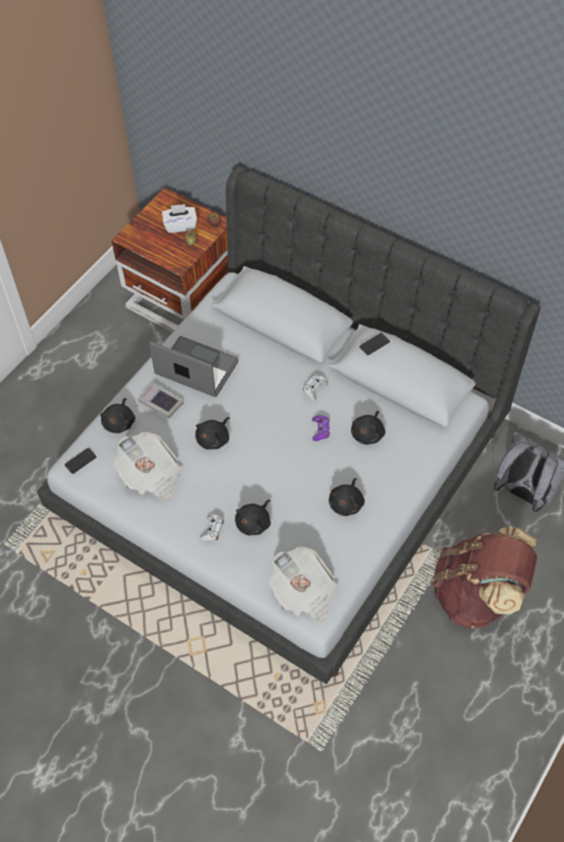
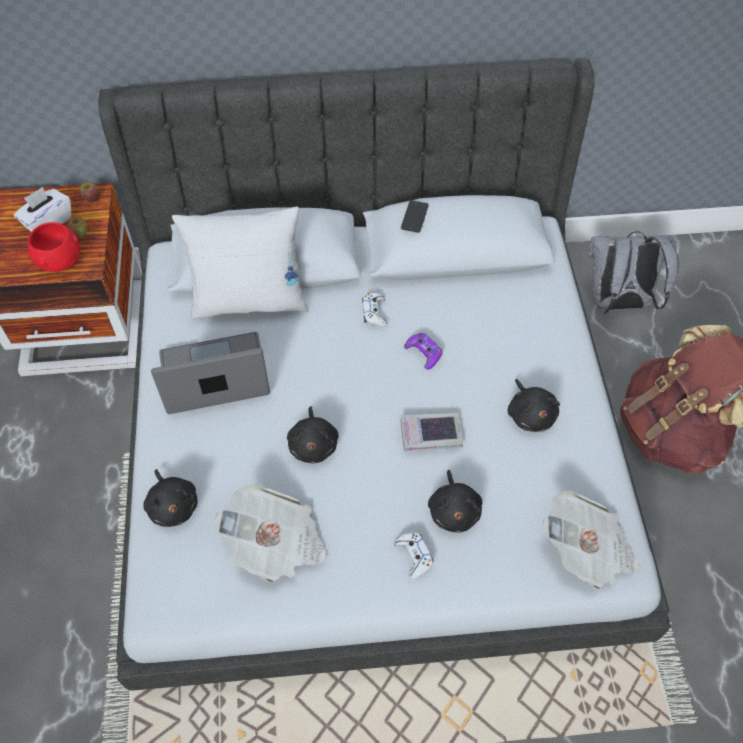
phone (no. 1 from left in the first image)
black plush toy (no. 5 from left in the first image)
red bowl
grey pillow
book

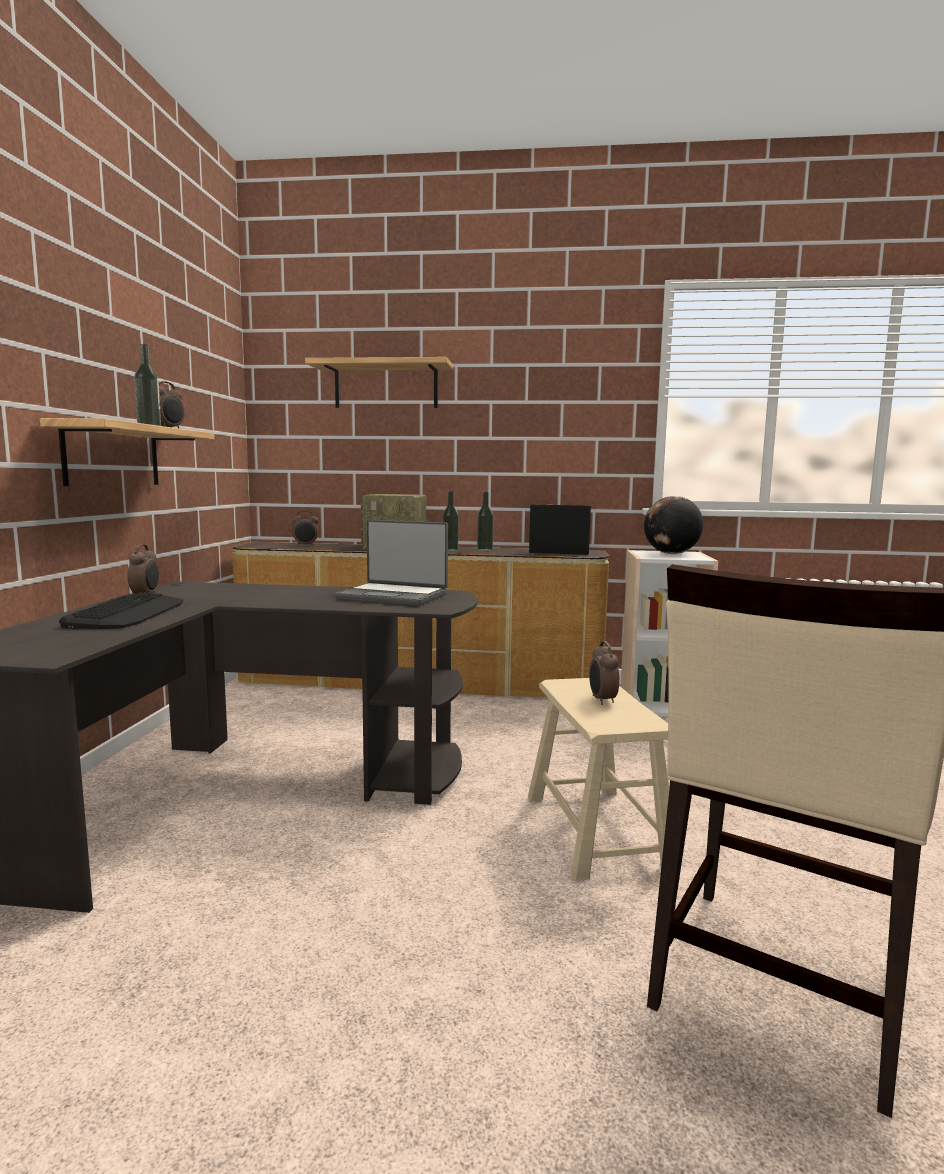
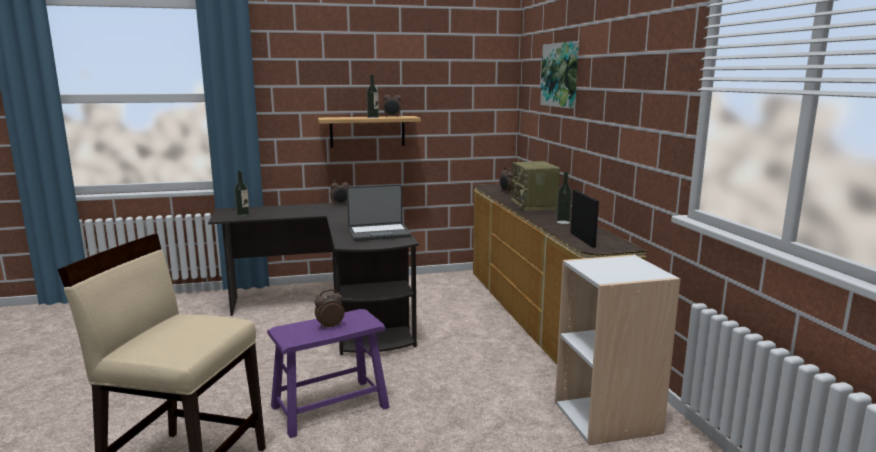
keyboard
globe
bottle (no. 1 from left)
picture
purple stool
laptop

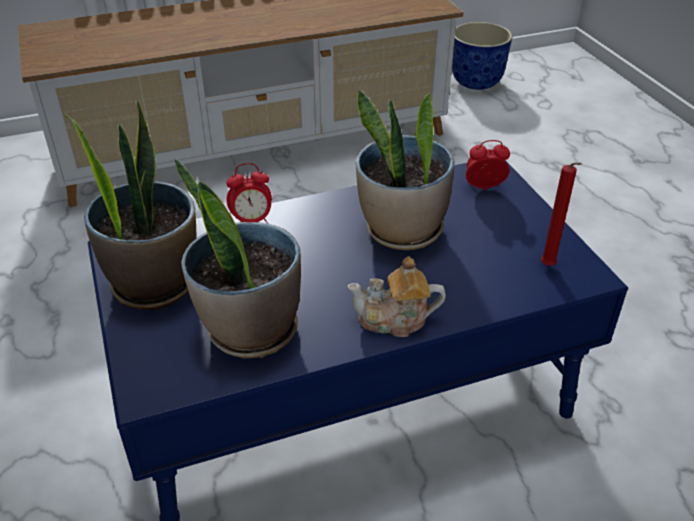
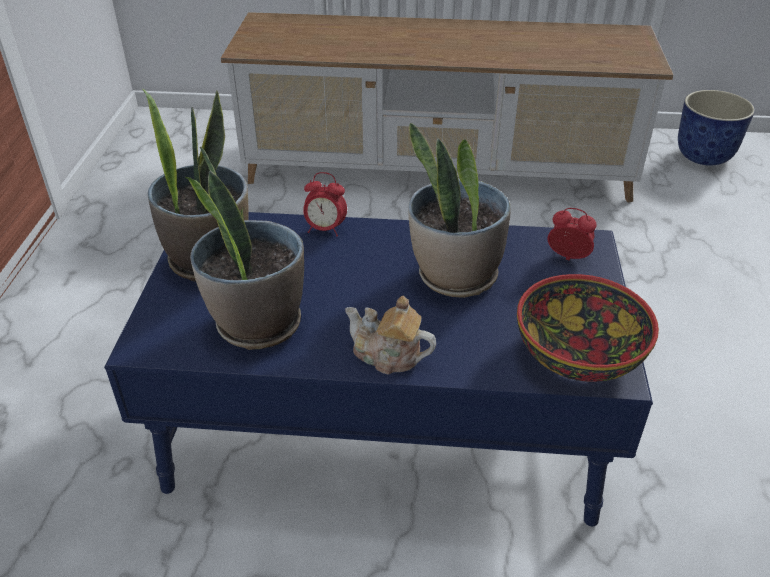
bowl

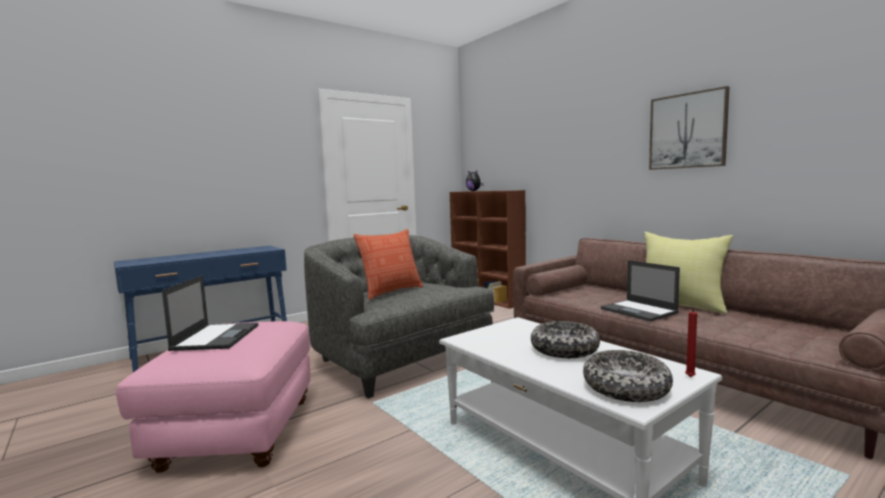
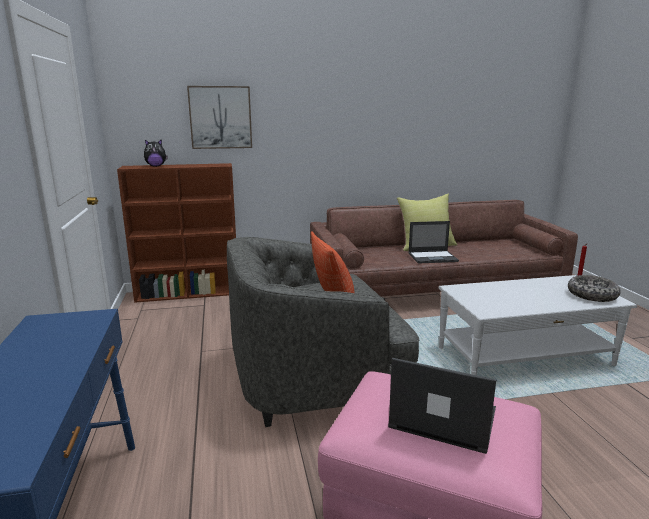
bowl (no. 1 from left in the first image)
picture

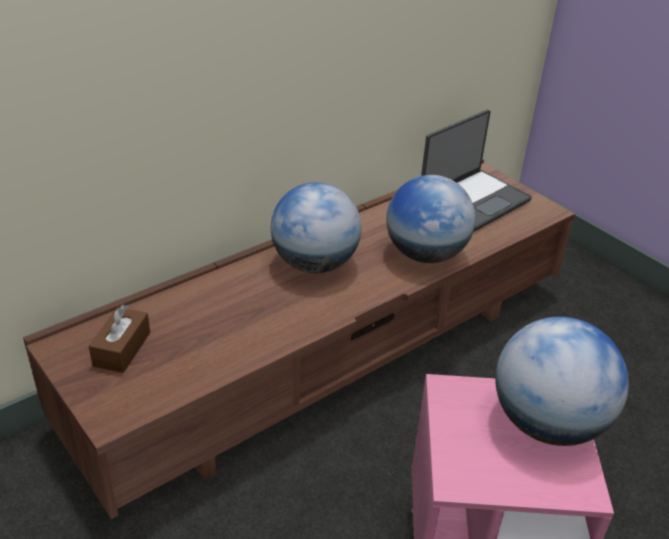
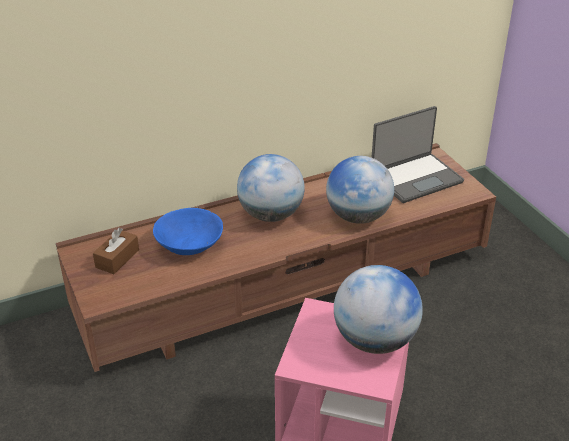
blue bowl

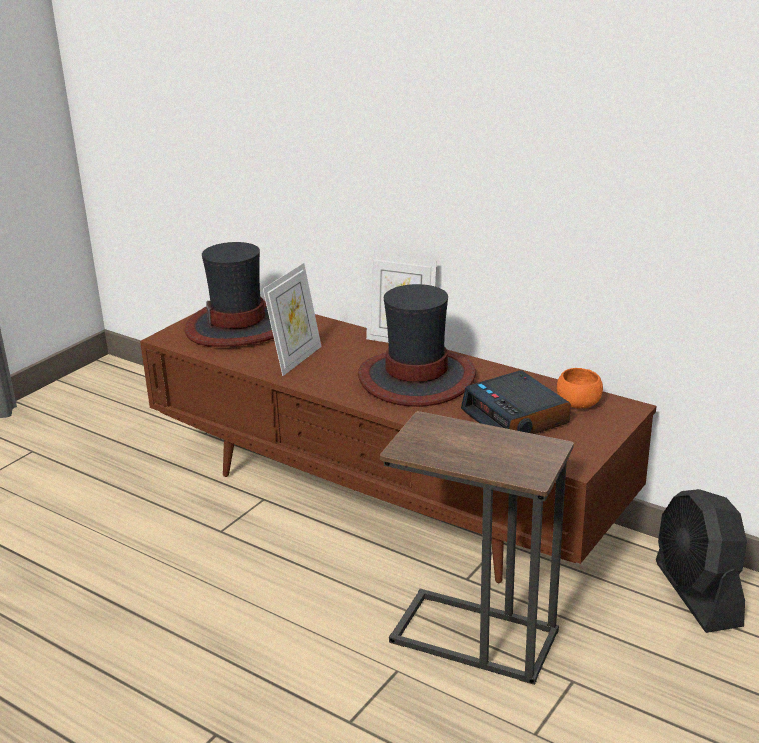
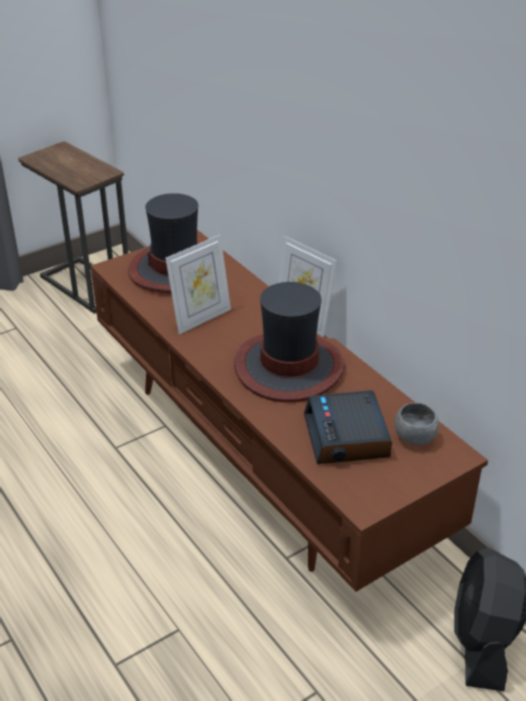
brown side table
grey bowl

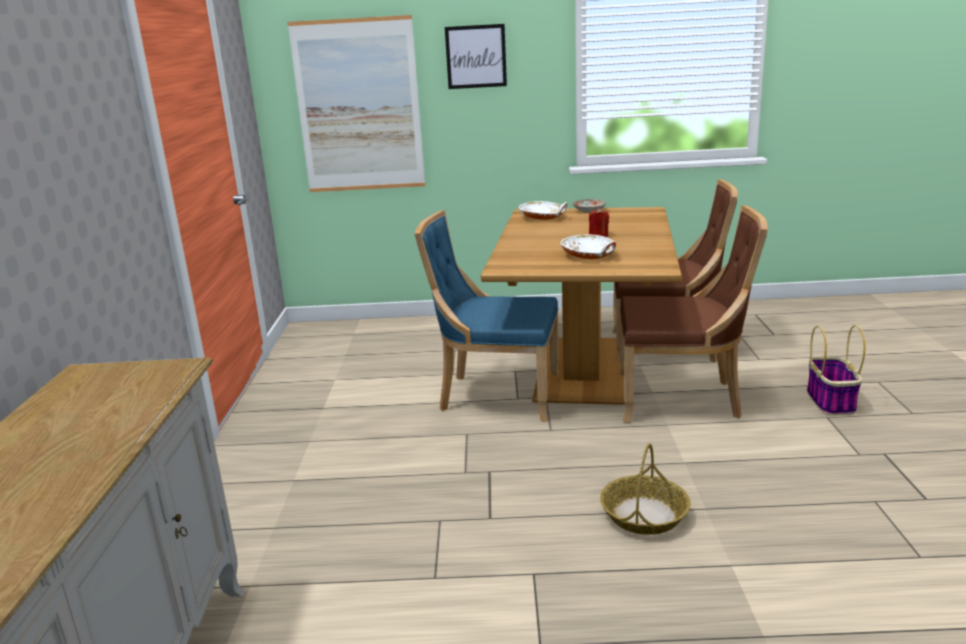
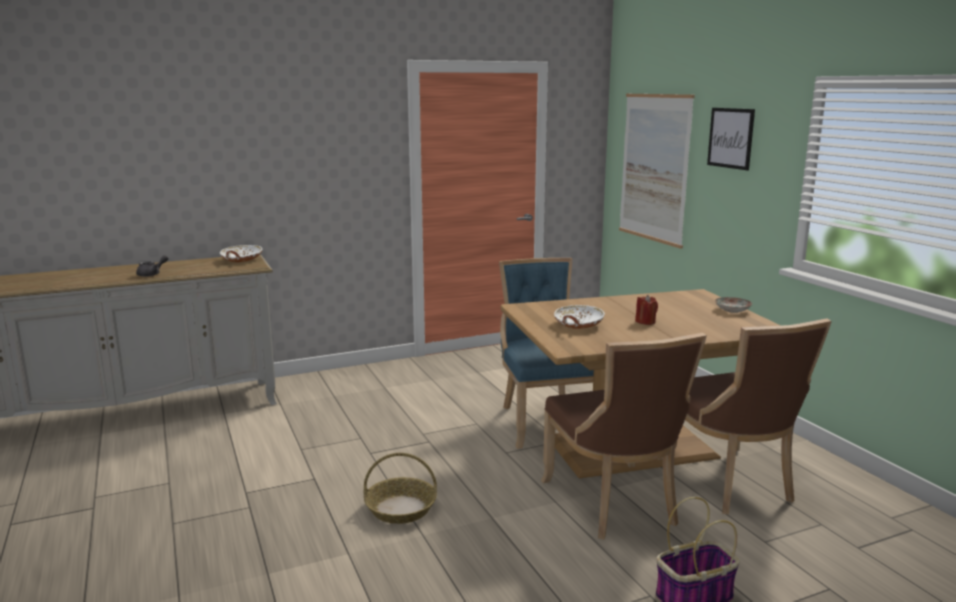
grey teapot
white bowl (no. 1 from left)

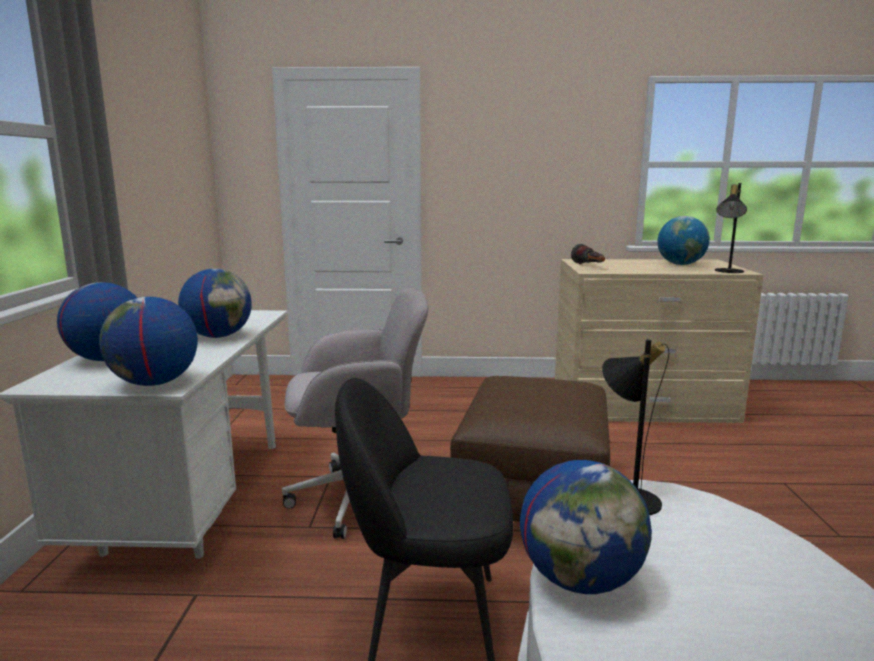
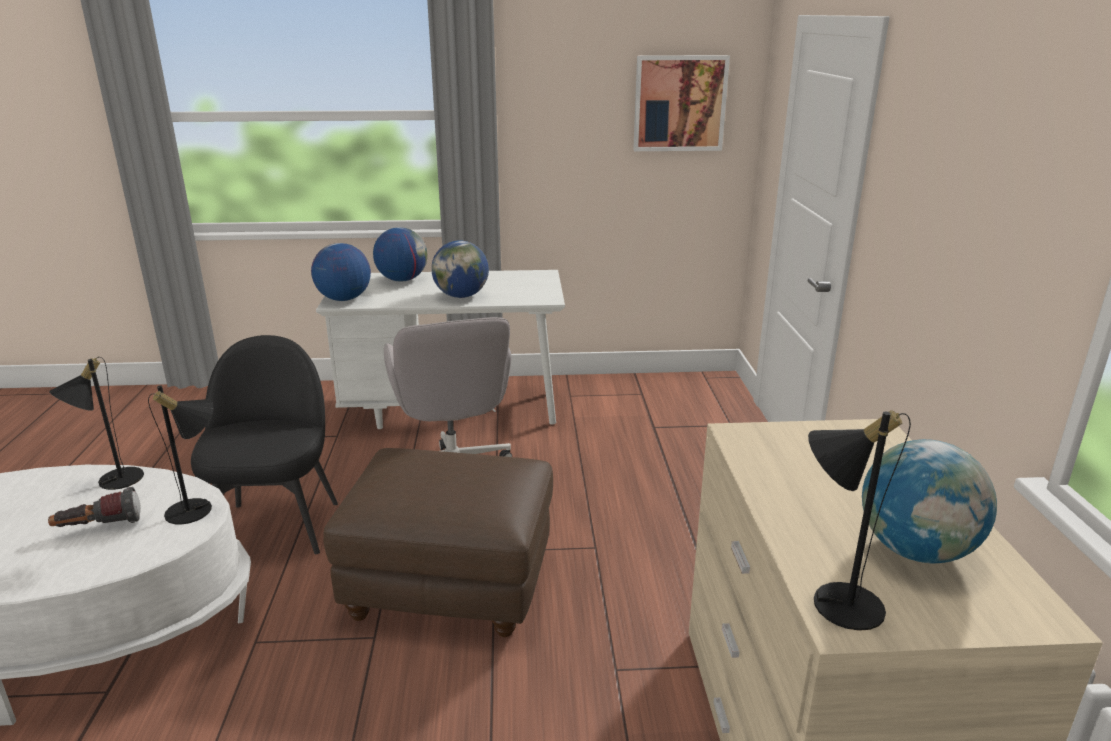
picture
flashlight
black table lamp (no. 1 from left)

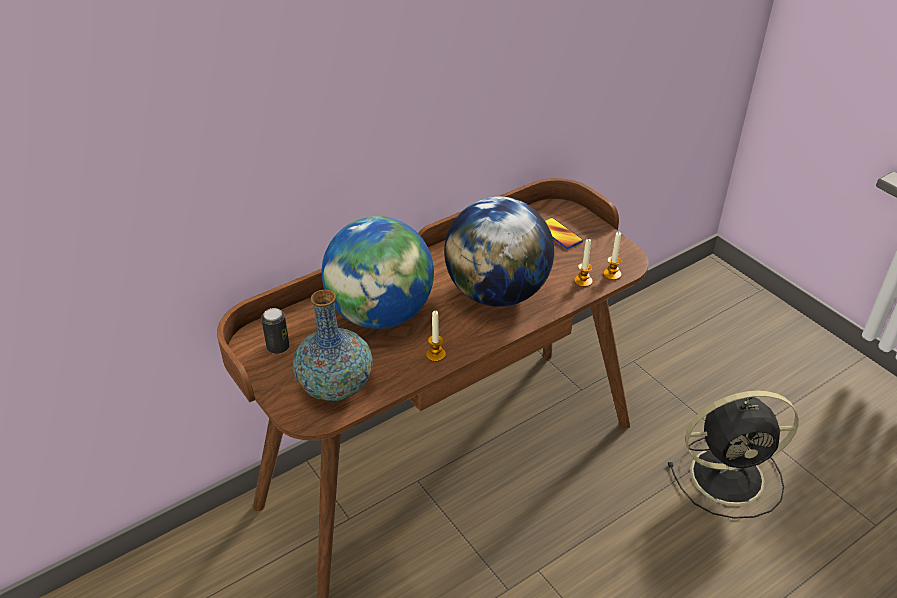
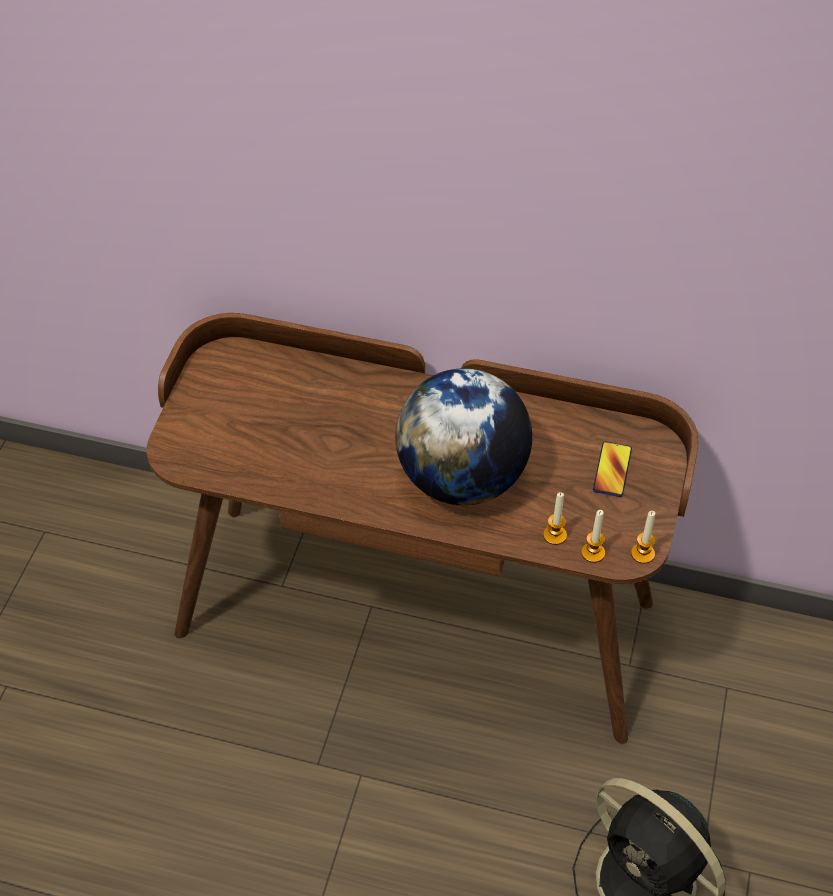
can
vase
globe (no. 1 from left in the first image)
candle (no. 3 from left)

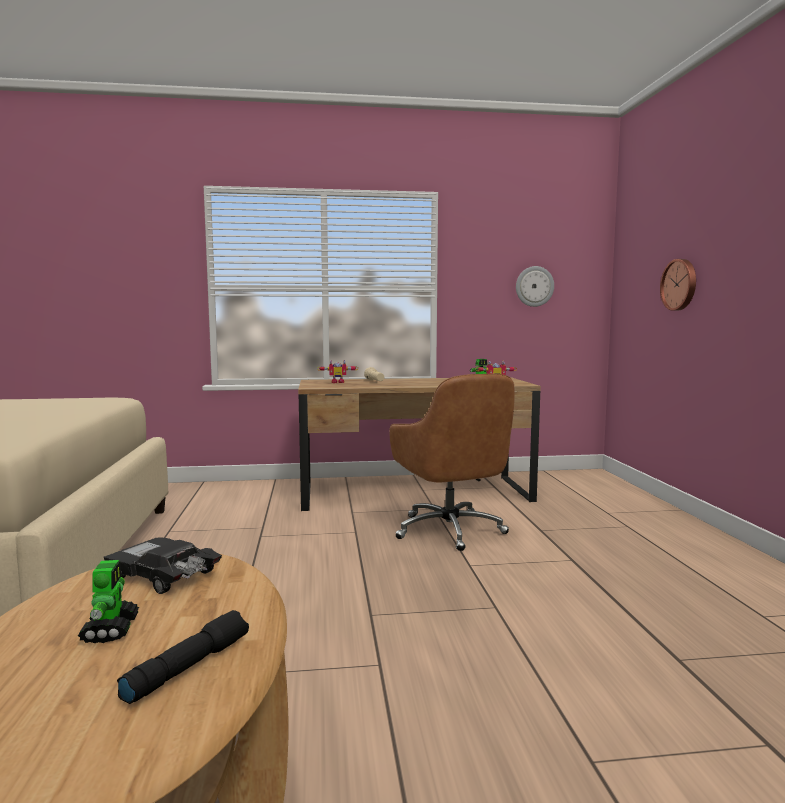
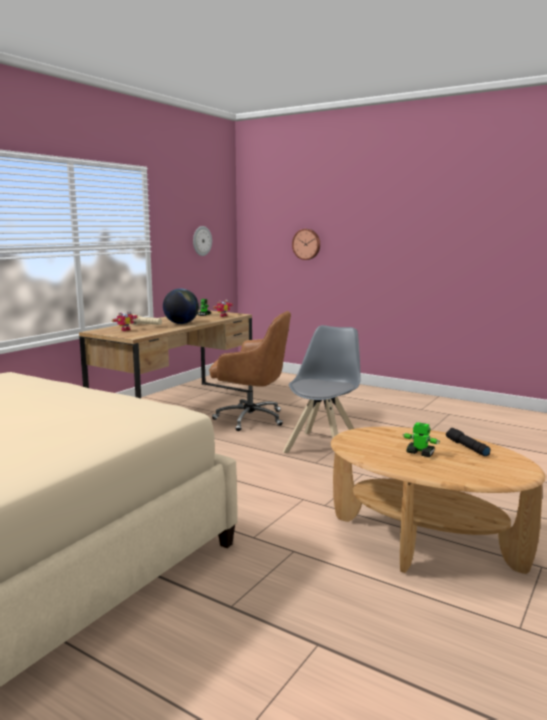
black toy car
globe
grey chair

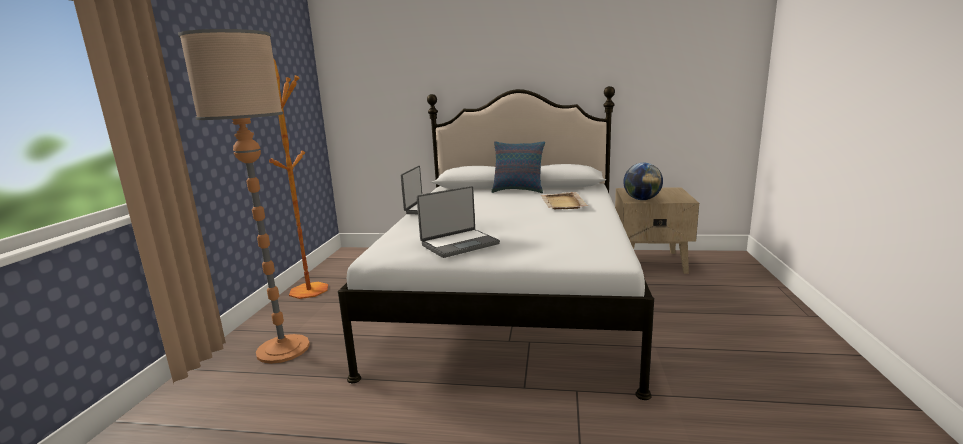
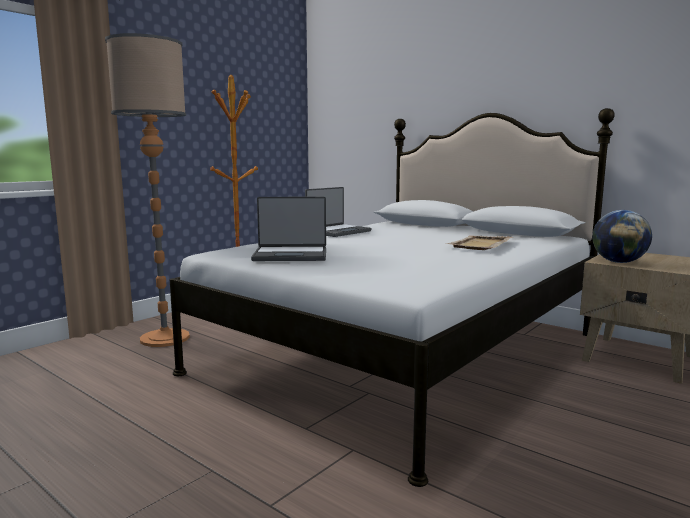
blue pillow

